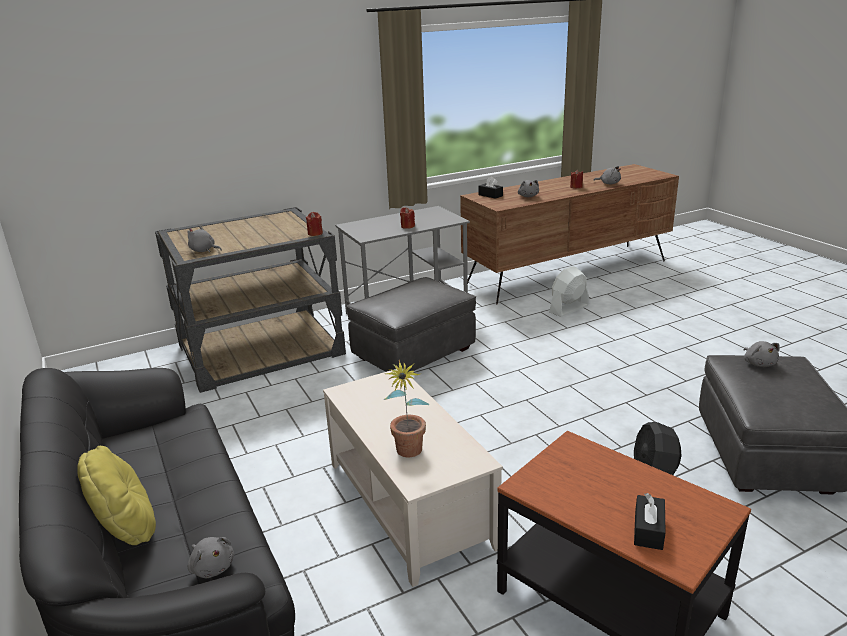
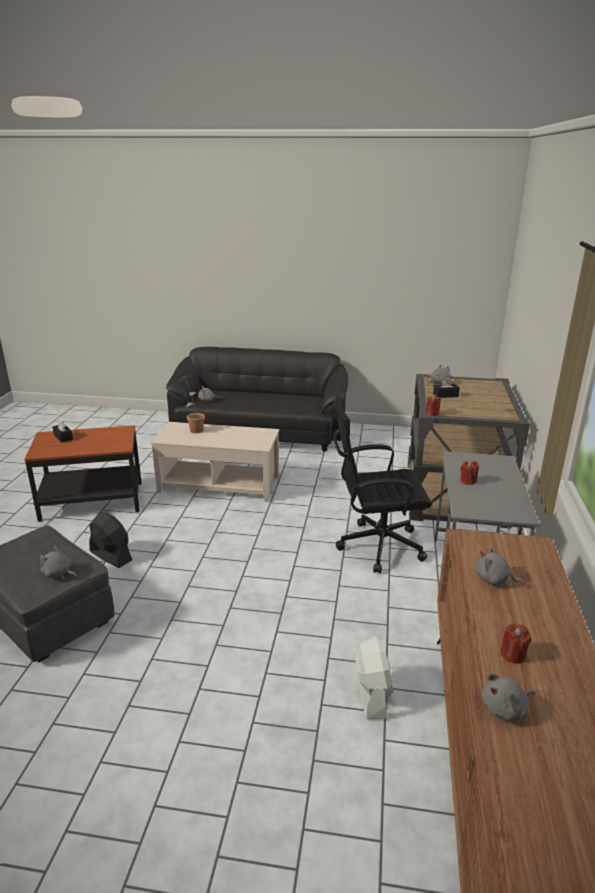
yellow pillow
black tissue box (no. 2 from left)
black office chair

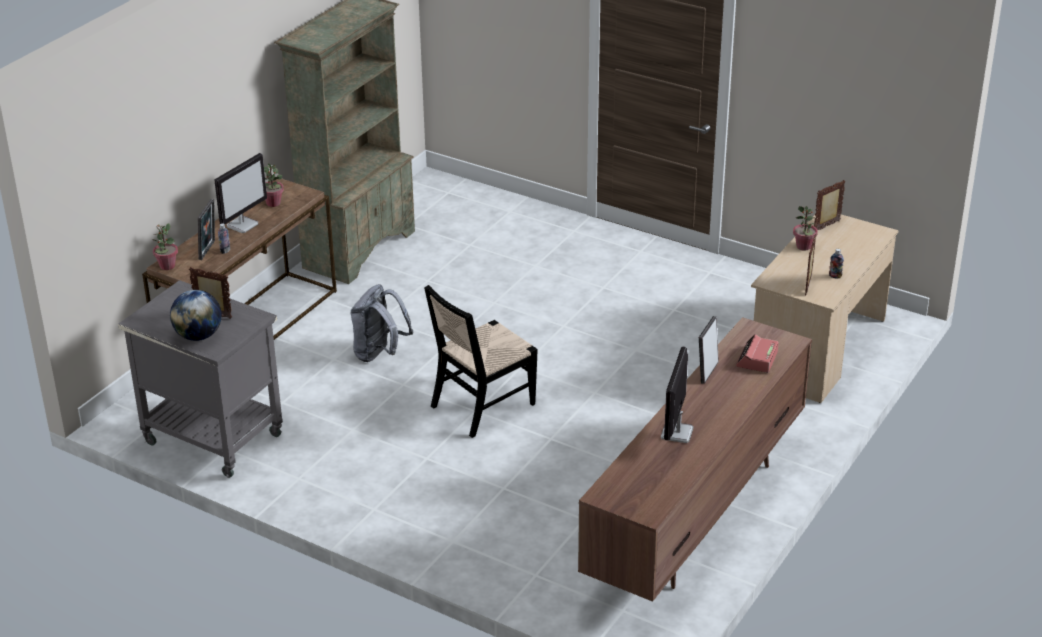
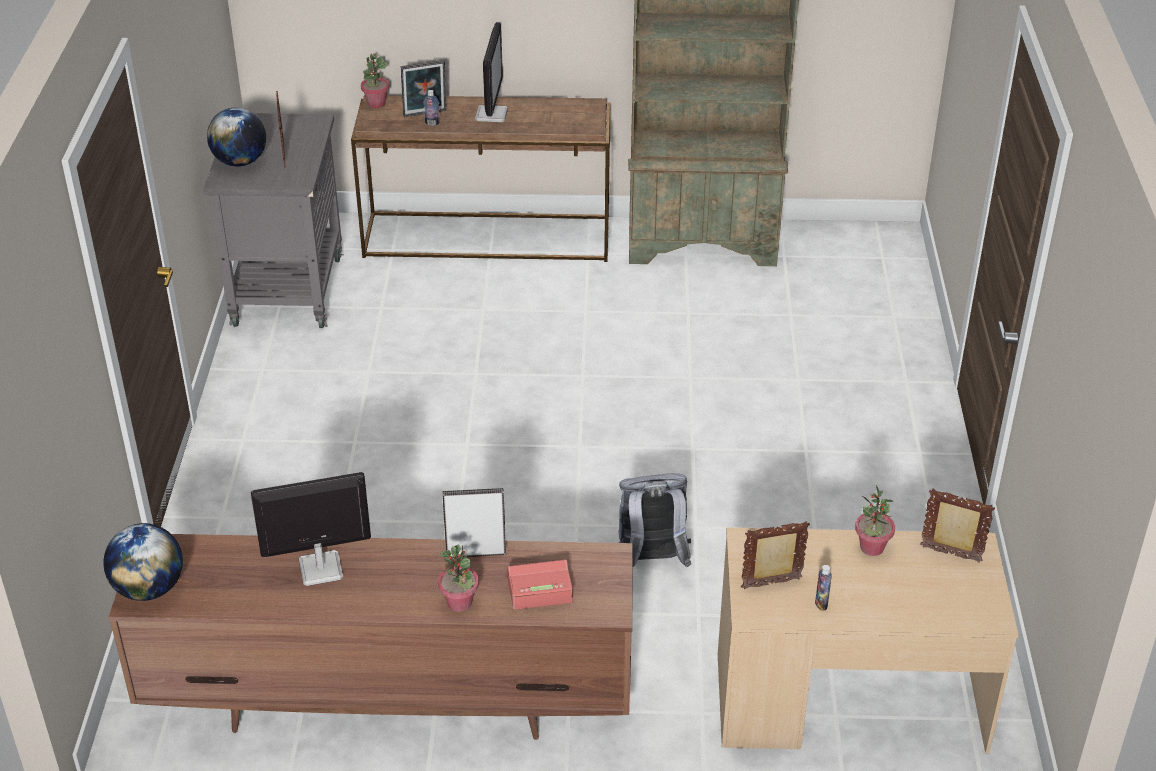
chair
globe (no. 1 from left)
potted plant (no. 2 from left)
grey backpack
monitor (no. 2 from left)

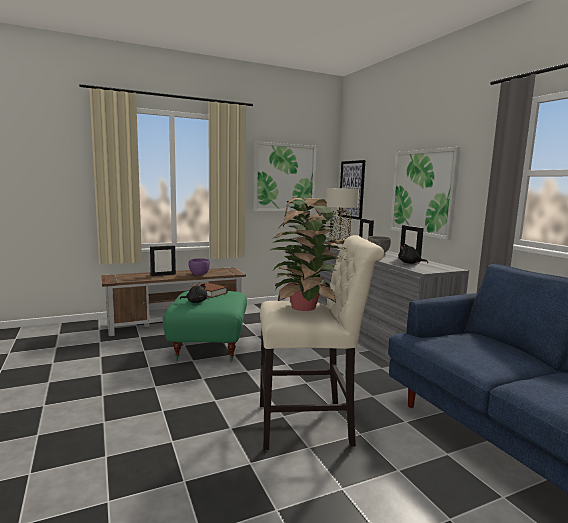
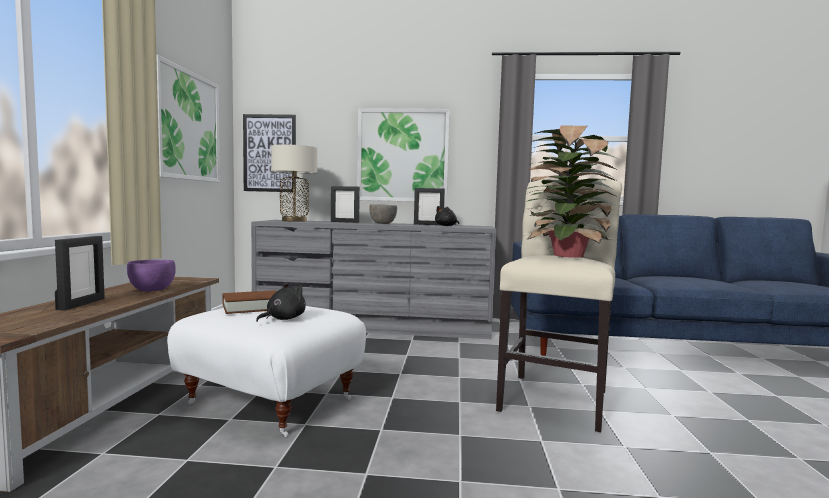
white ottoman

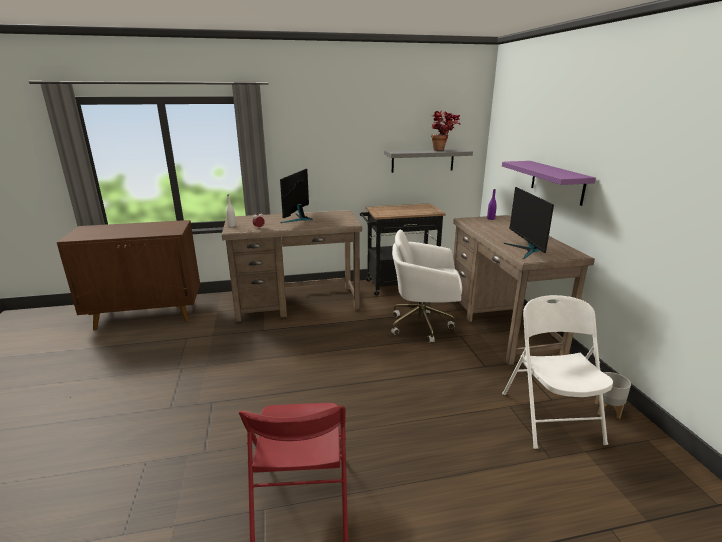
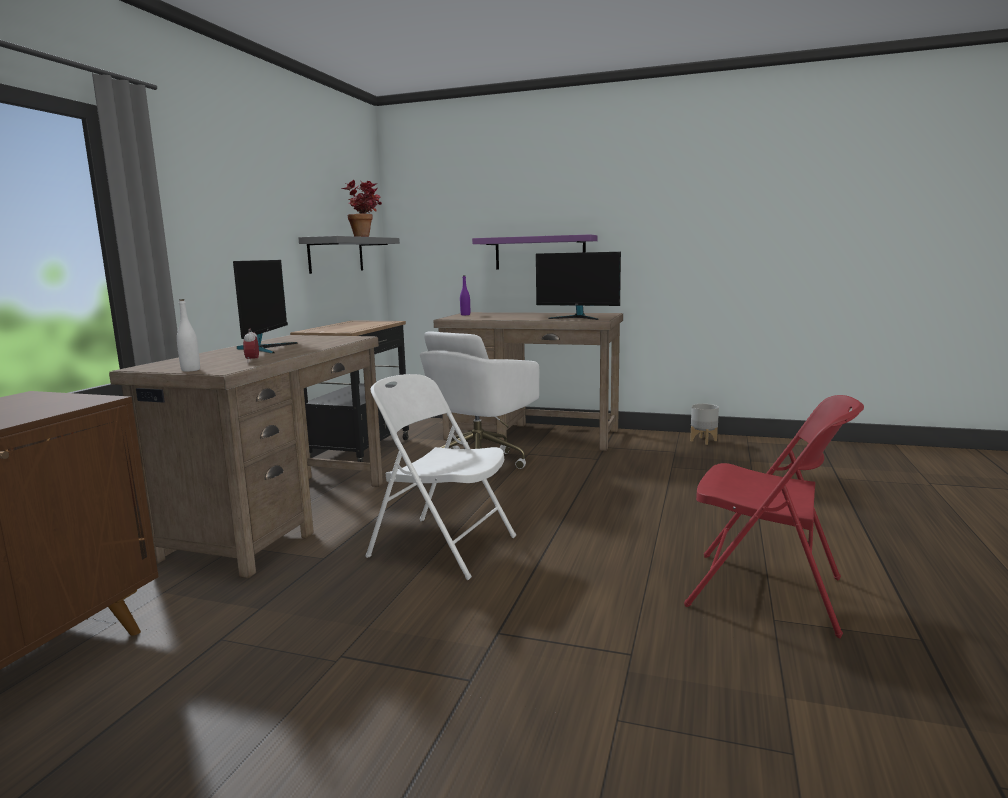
white chair
monitor (no. 1 from left)

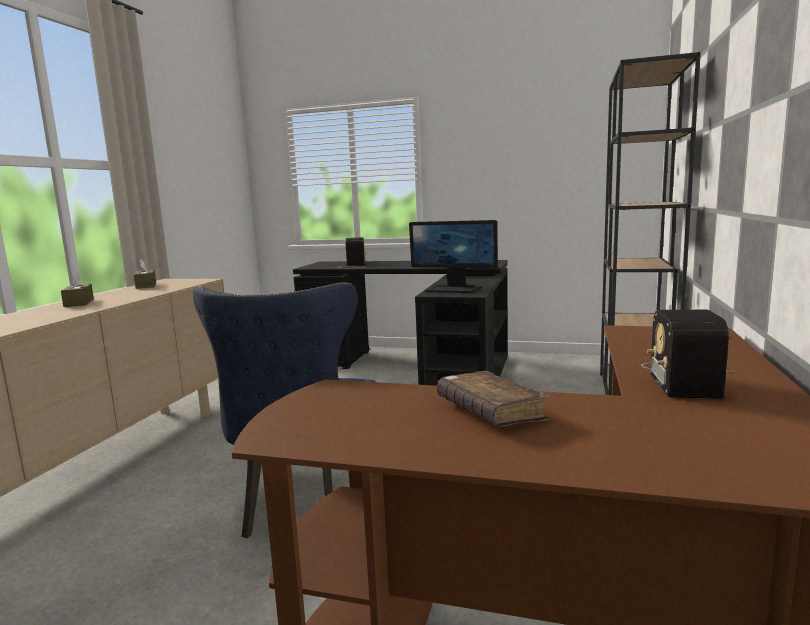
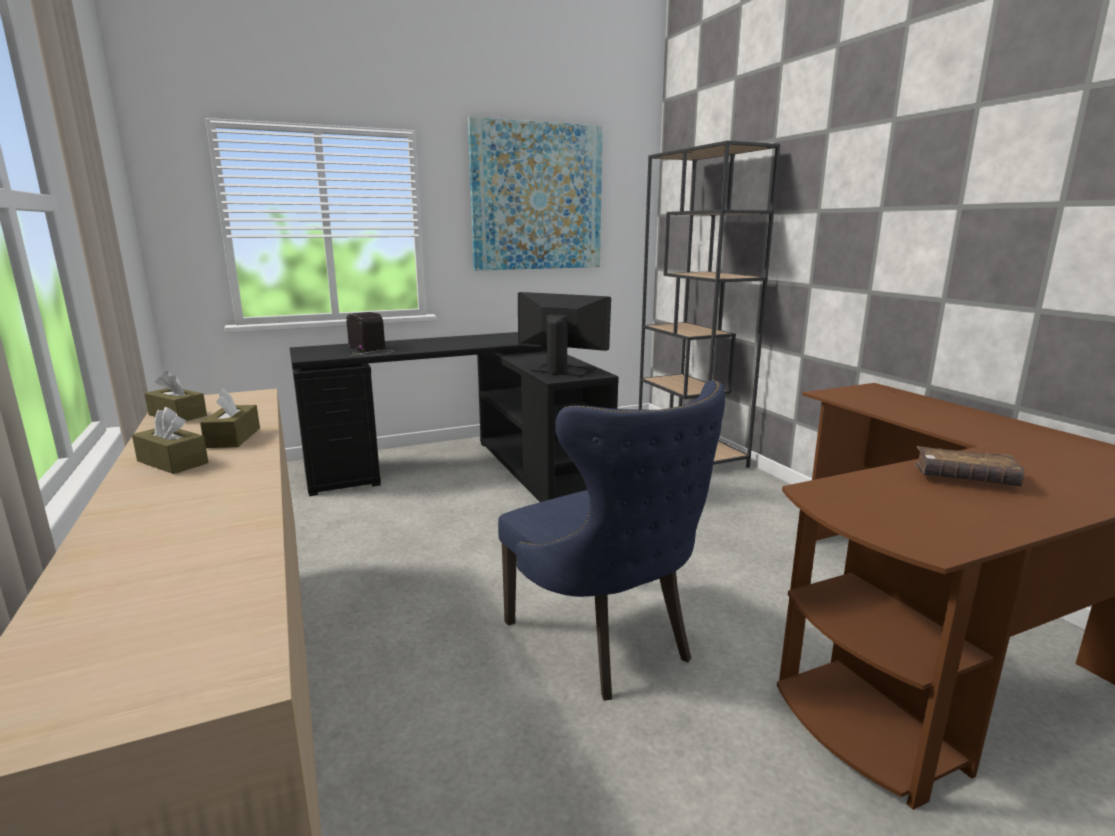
radio (no. 2 from left in the first image)
brown tissue box (no. 3 from left)
picture
monitor

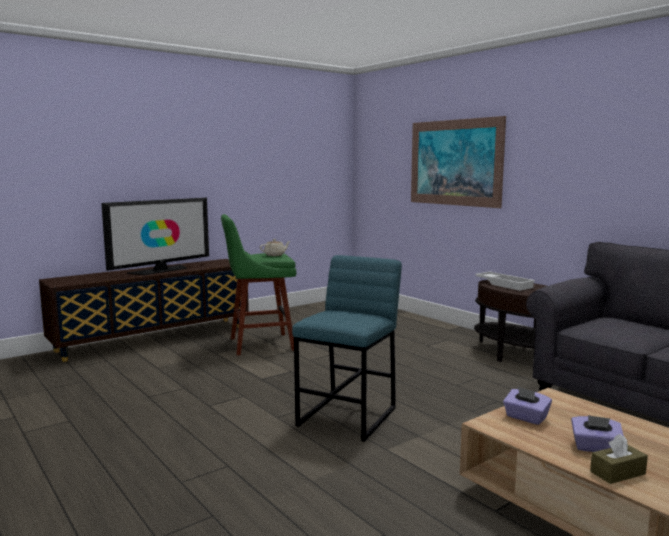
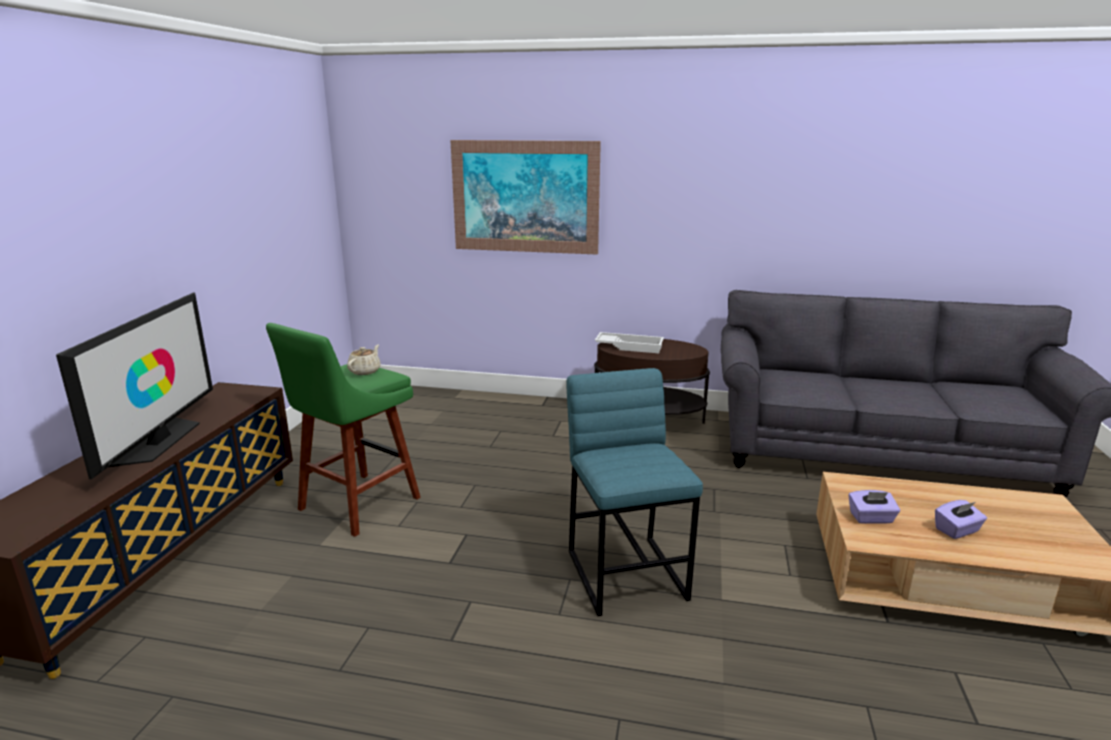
brown tissue box

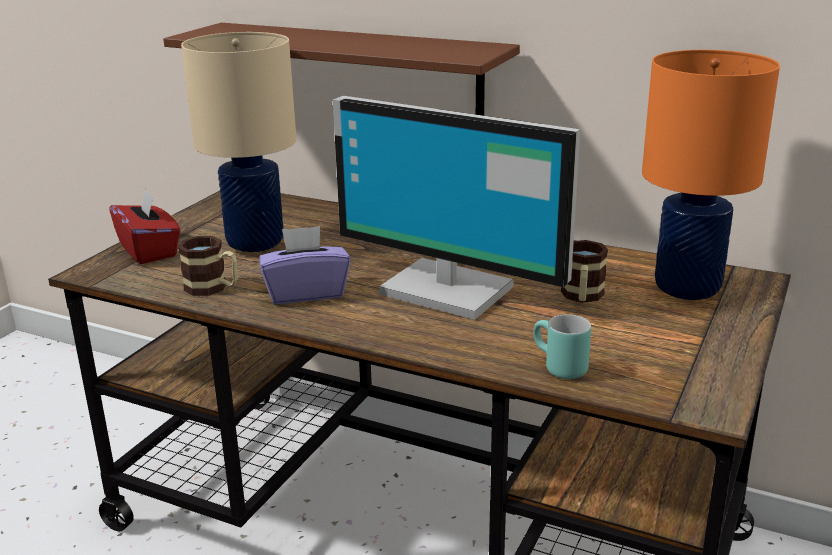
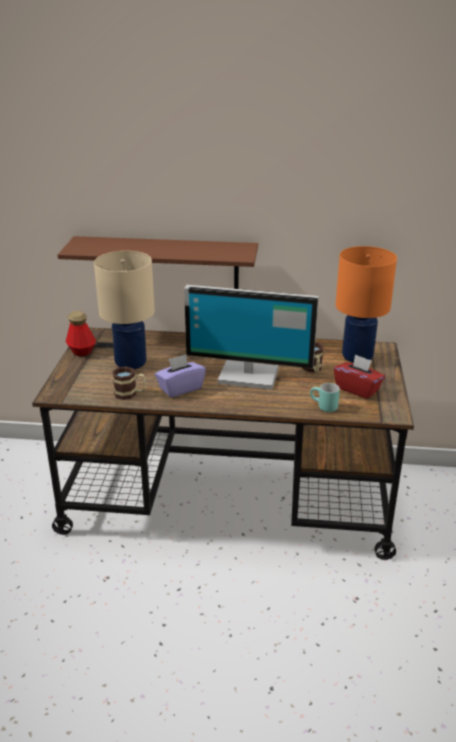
bottle
red tissue box

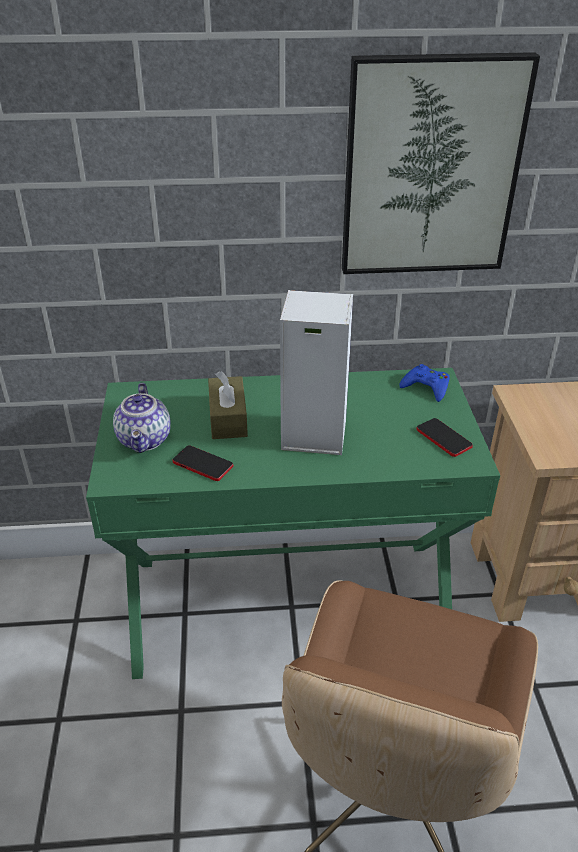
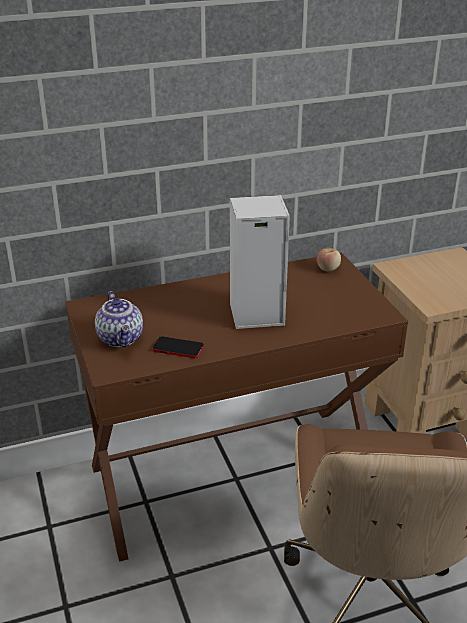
brown tissue box
picture
phone (no. 2 from left in the first image)
apple
brown desk

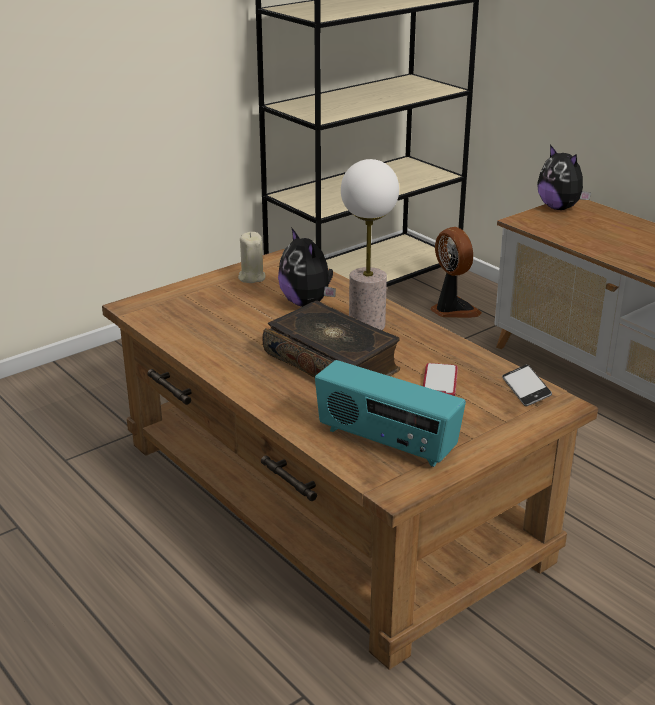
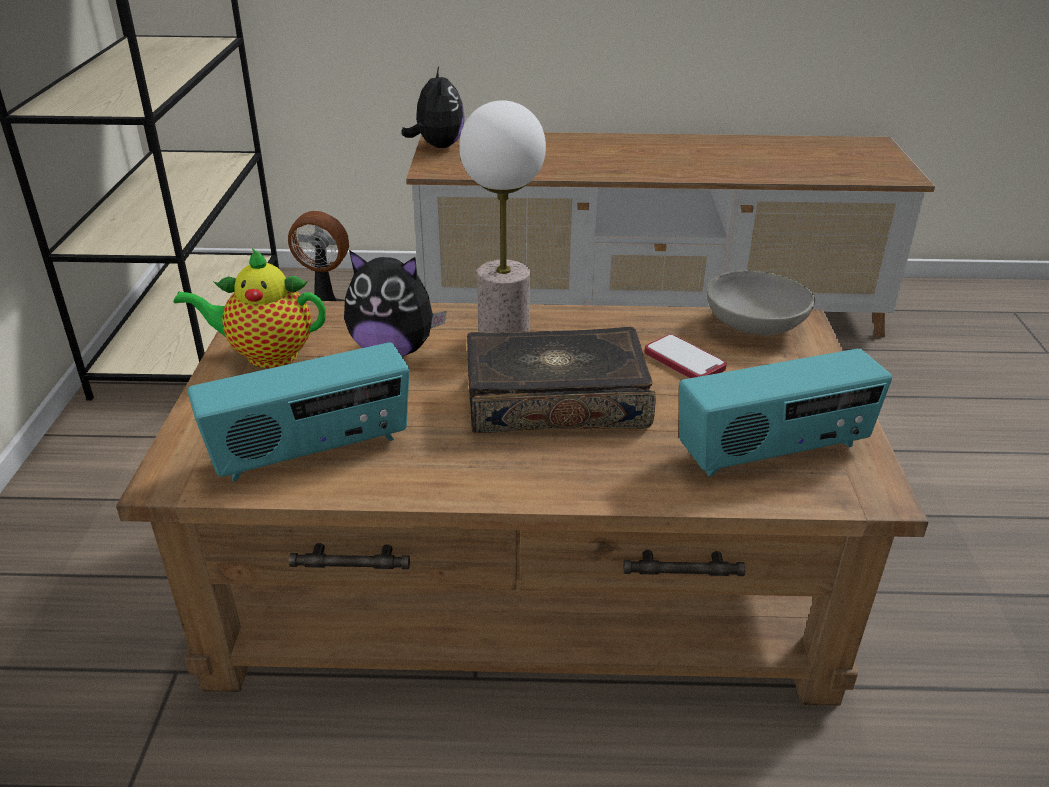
radio (no. 1 from left)
teapot
grey bowl
plush toy (no. 2 from left)

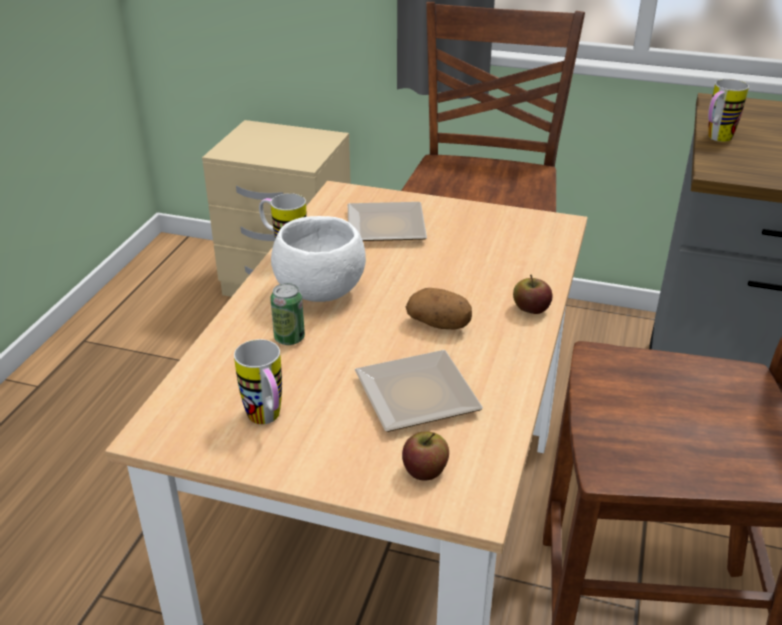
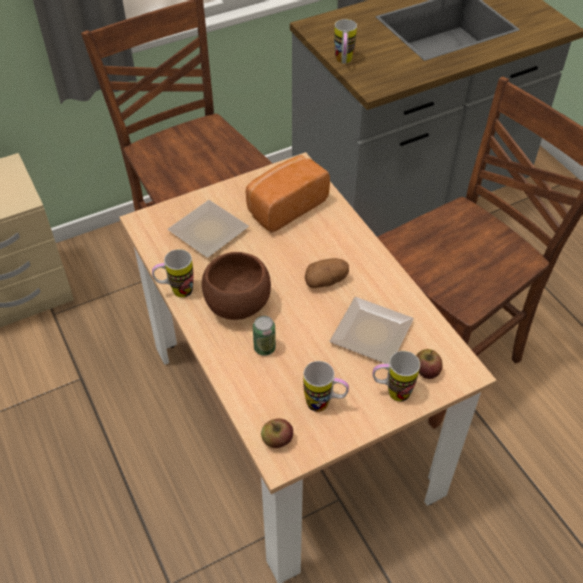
bread
mug (no. 4 from left)
apple (no. 1 from left)
brown bowl

